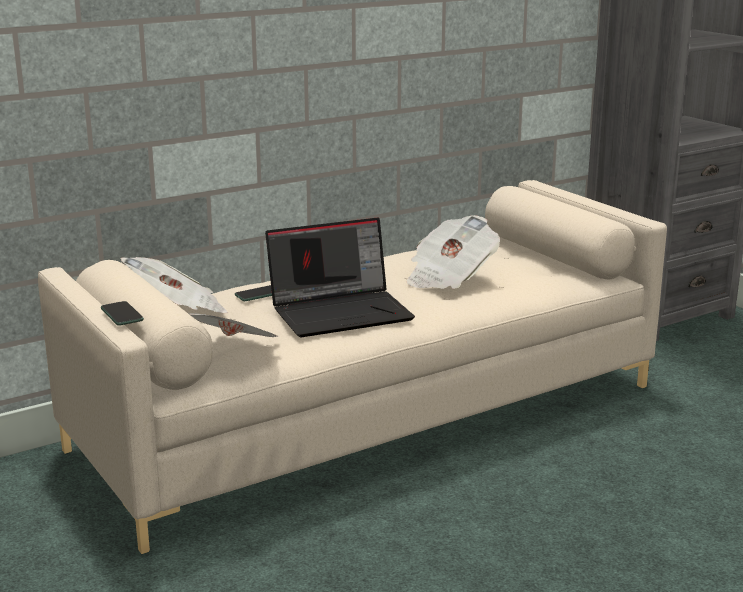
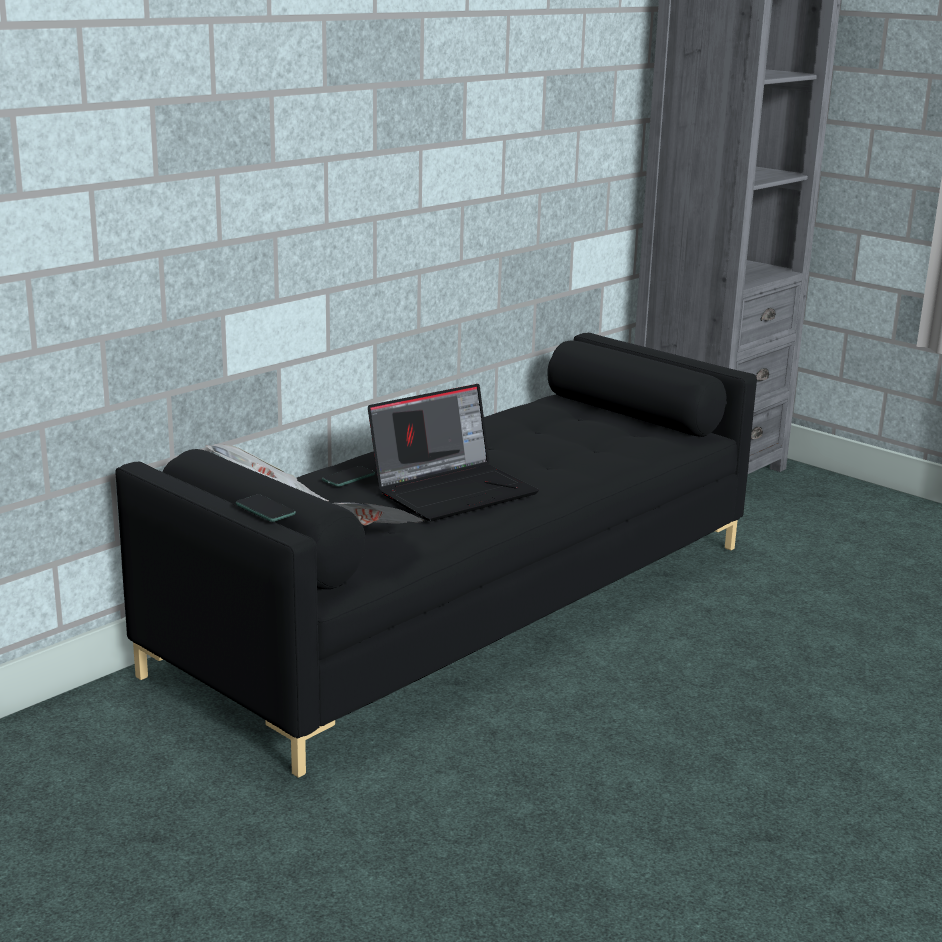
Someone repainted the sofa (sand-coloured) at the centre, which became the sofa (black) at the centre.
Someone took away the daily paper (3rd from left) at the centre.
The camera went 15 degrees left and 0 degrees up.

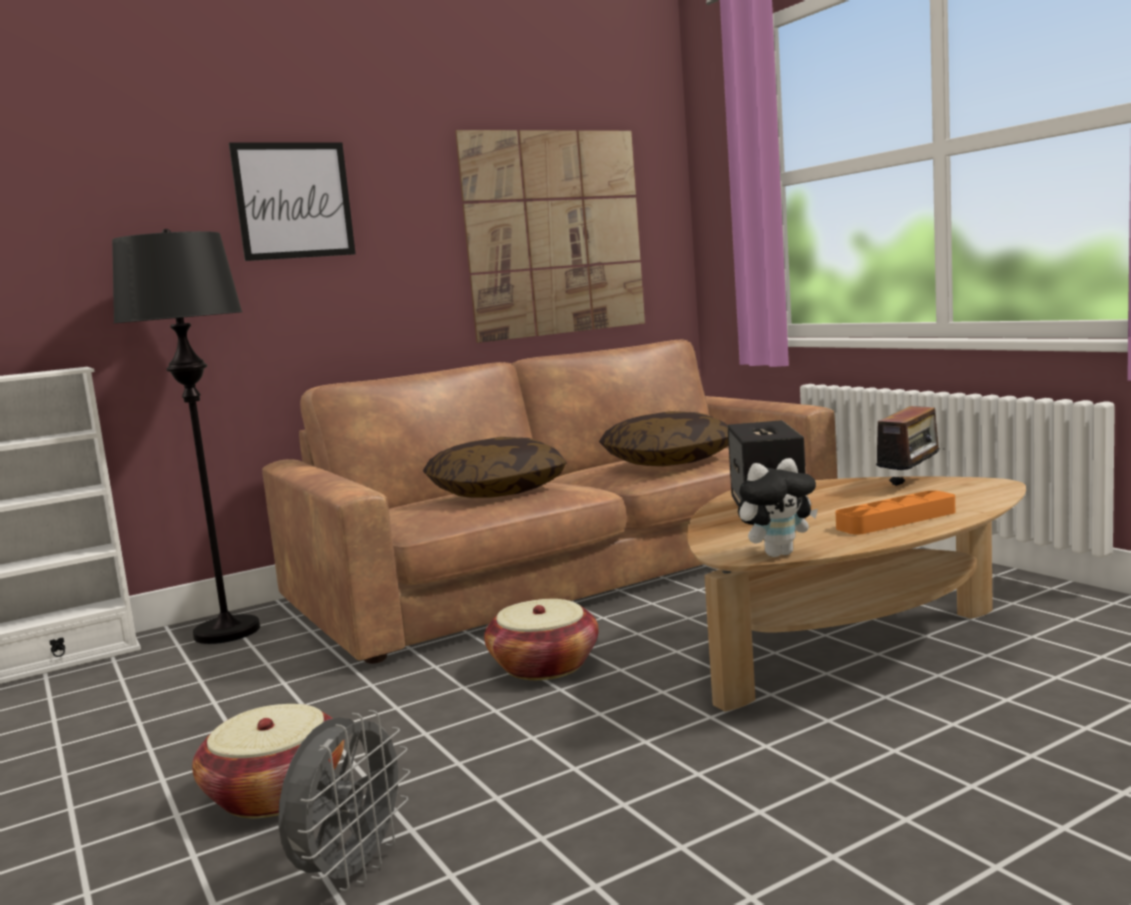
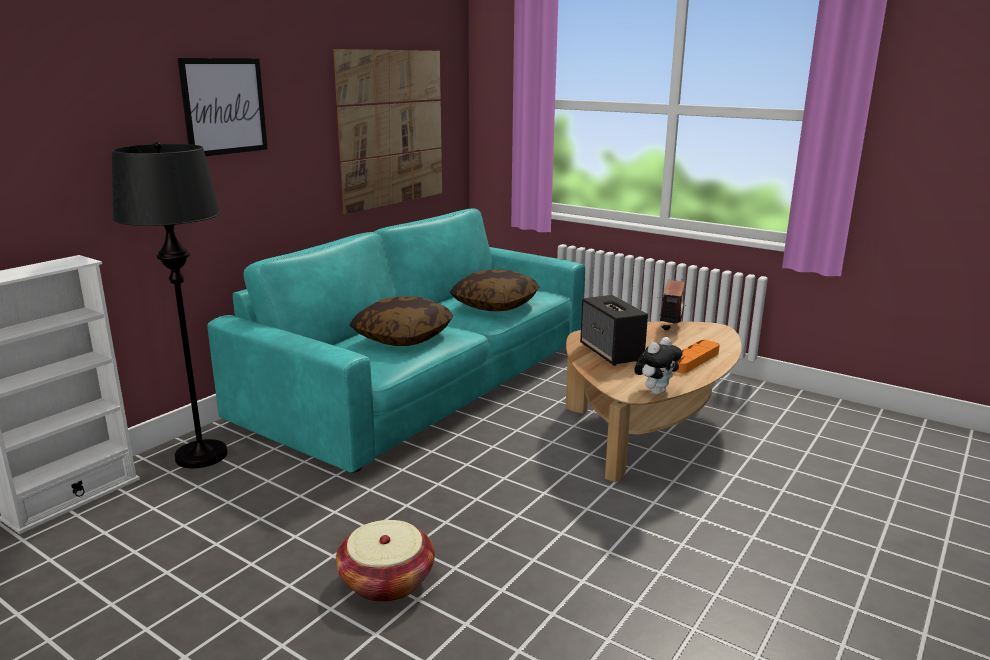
Someone repainted the sofa (brown) at the centre, which became the sofa (turquoise) at the centre.
Someone took away the basket (2nd from left) at the bottom centre.
Someone took away the fan (gray) at the bottom left.
The camera went 25 degrees left and 10 degrees up.

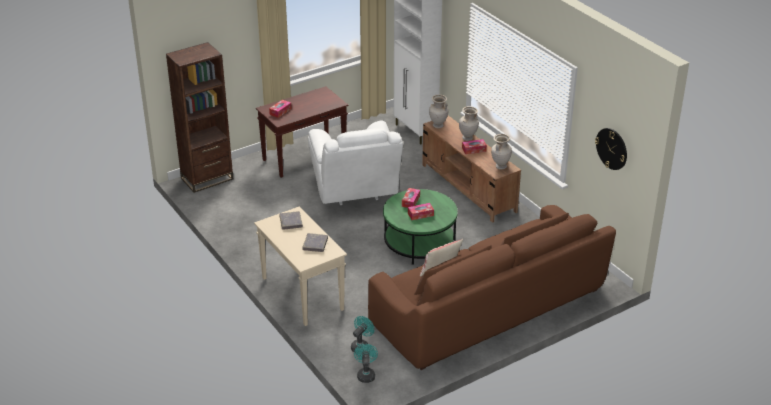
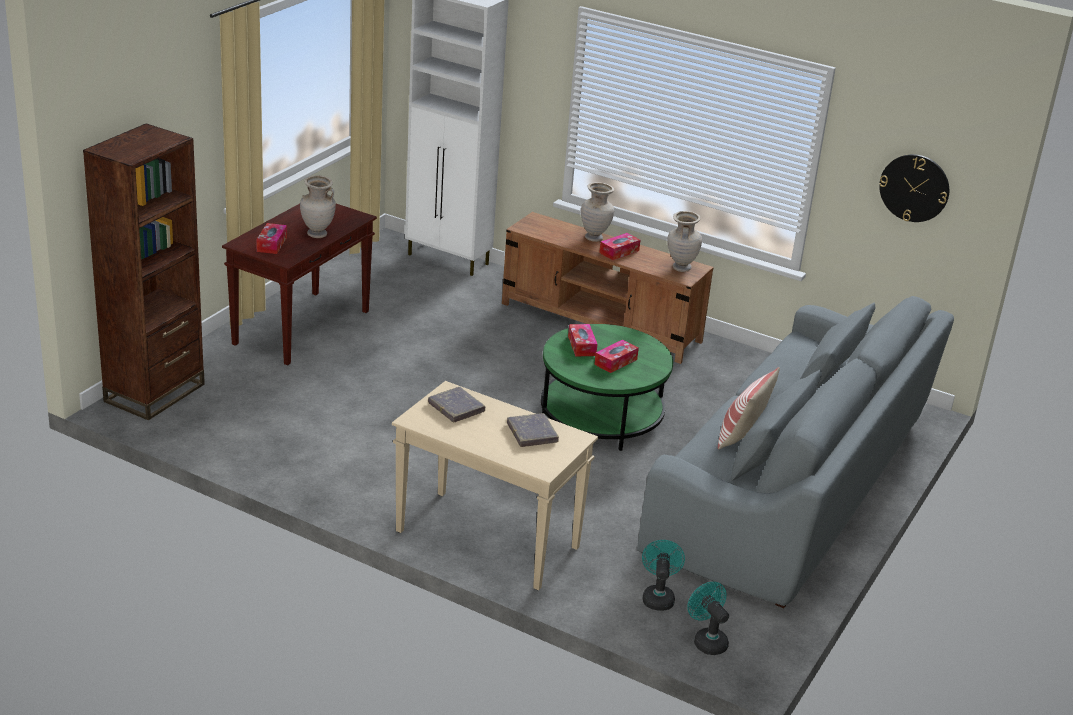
Someone carried the vase (sand-coloured) (1st from left) from the top centre to the top left.
Someone took away the armchair (whitish) at the centre.
Someone repainted the sofa (brown) at the bottom centre, which became the sofa (gray) at the middle right.
The camera went 30 degrees left and 5 degrees down.

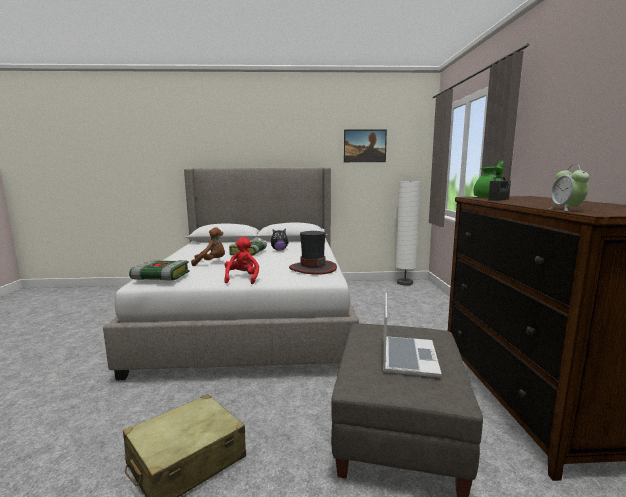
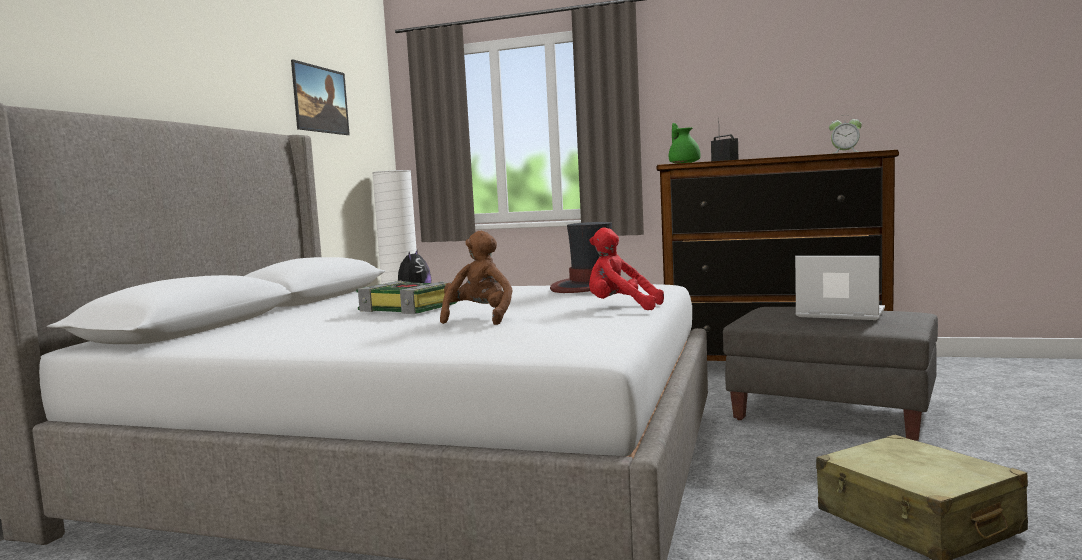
Someone took away the bound book (1st from left) at the middle left.
The camera went 70 degrees left and 5 degrees down.

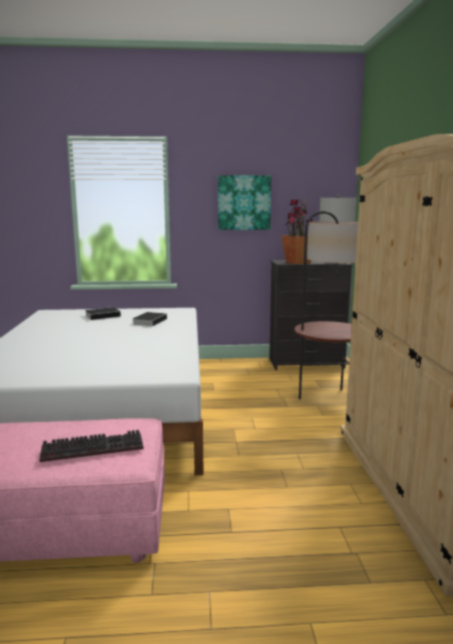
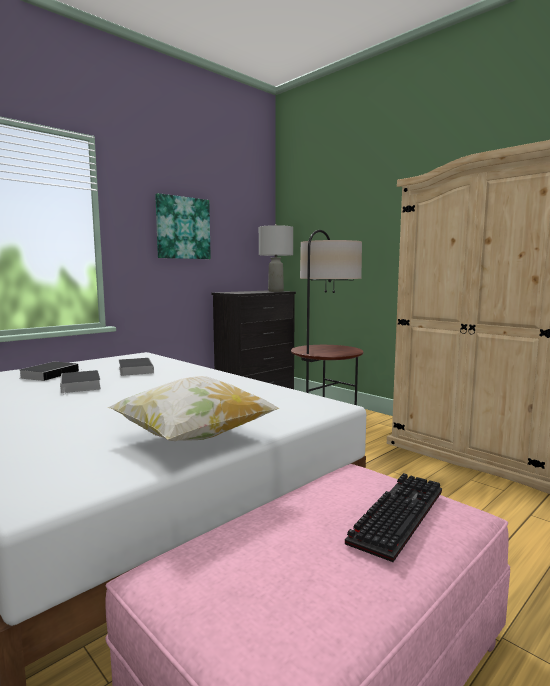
Someone took away the houseplant at the centre.
Someone put down the bound book (2nd from left) at the middle left.
Someone put down the pillow at the centre.
The camera went 40 degrees left and 5 degrees down.

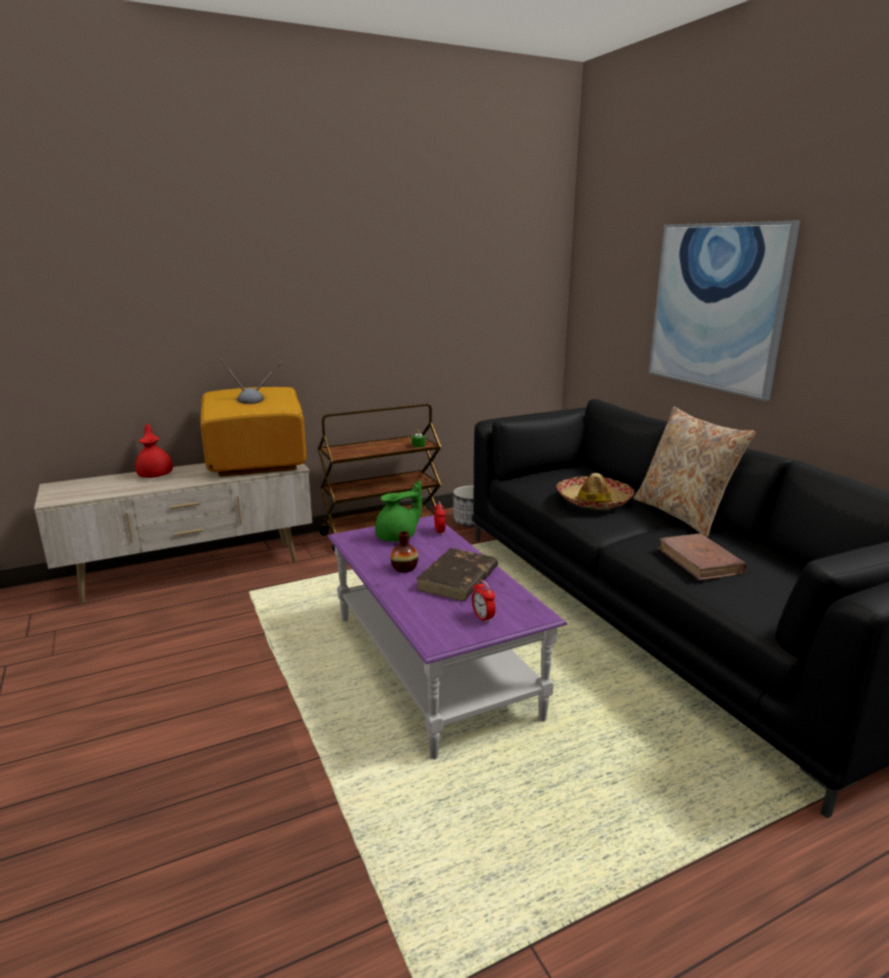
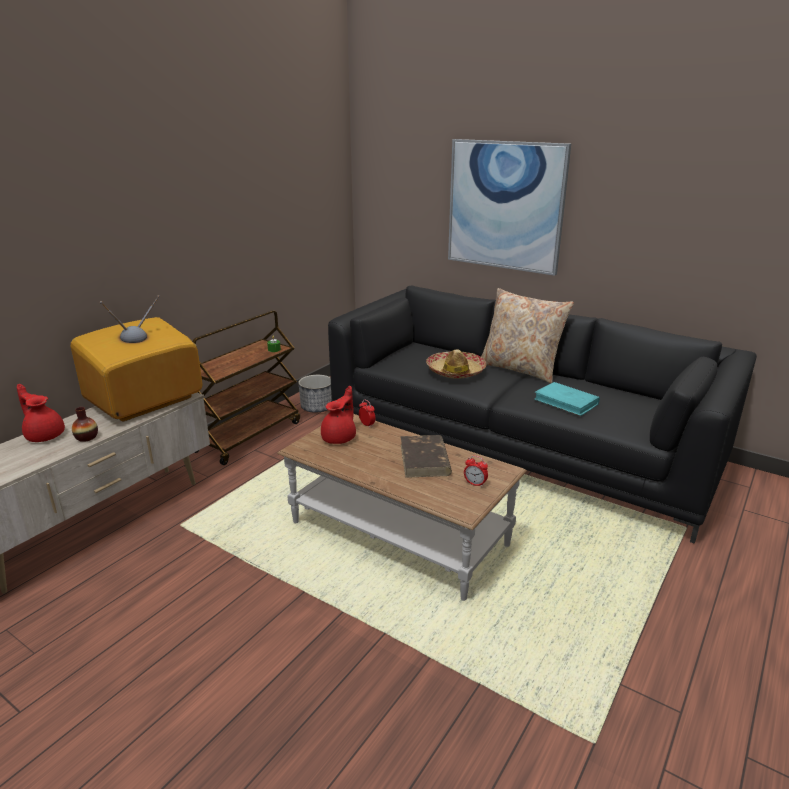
Someone repainted the pot for tea (greenish) at the centre, which became the pot for tea (red) (2nd from left) at the centre.
Someone repainted the low table (purplish) at the centre, which became the low table (brown) at the centre.
Someone carried the vase from the centre to the middle left.
Someone repainted the bound book (brown) (2nd from left) at the middle right, which became the bound book (turquoise) at the middle right.
The camera went 30 degrees left and 5 degrees up.

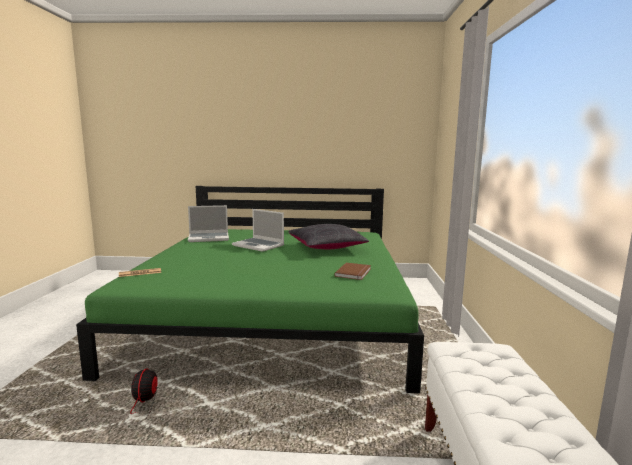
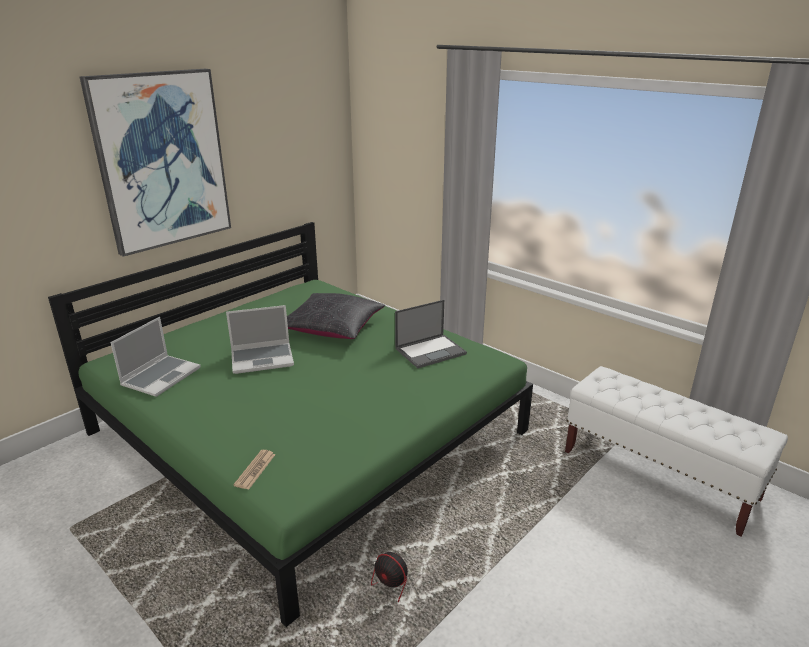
Someone swapped the bound book (brown) at the centre for the portable computer (3rd from left) at the centre.
Someone put up the wall picture at the top left.
The camera went 50 degrees left and 15 degrees up.

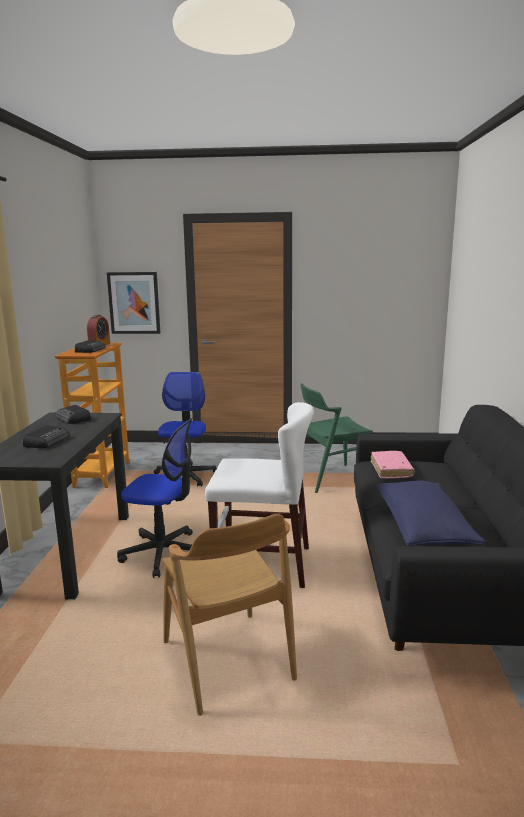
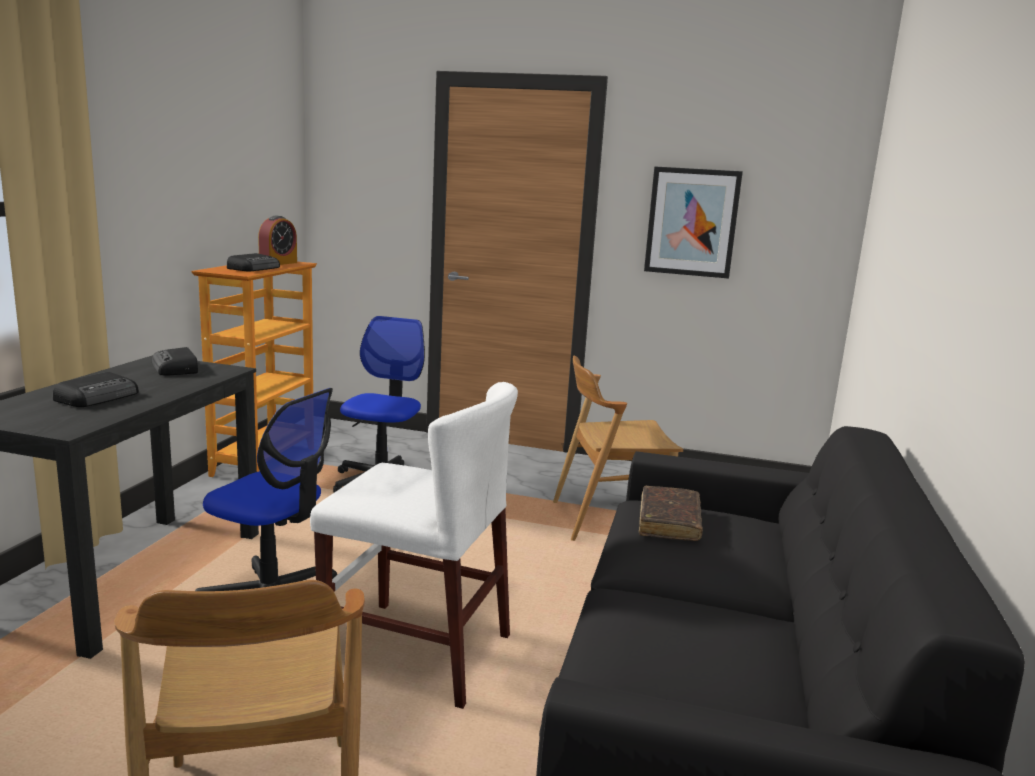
Someone carried the wall picture from the middle left to the top right.
Someone repainted the upright chair (greenish) at the centre, which became the upright chair (brown) (2nd from left) at the centre.
Someone repainted the bound book (pink-coloured) at the middle right, which became the bound book (brown) at the centre.
Someone took away the pillow (bluish) at the middle right.
The camera went 10 degrees right and 0 degrees up.

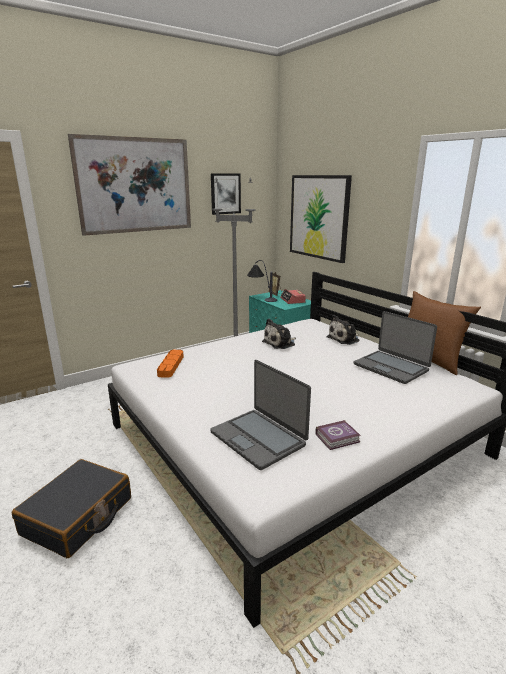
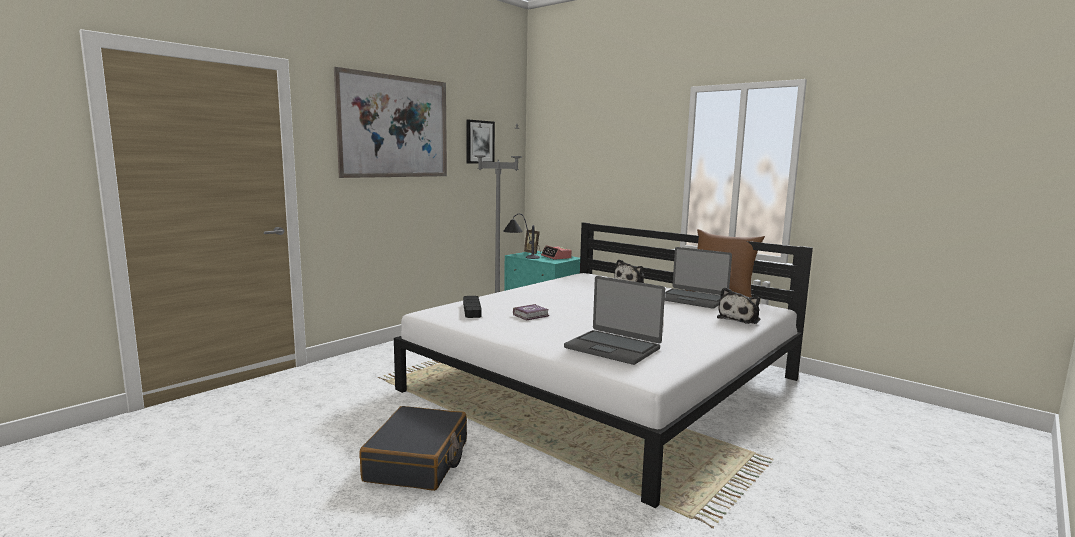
Someone took away the wall picture (3rd from left) at the top centre.
Someone carried the plush toy (1st from left in the first image) from the centre to the middle right.
Someone repainted the tray (orange-coloured) at the centre, which became the tray (black) at the centre.
Someone carried the bound book from the middle right to the centre.
The camera went 15 degrees left and 10 degrees down.

